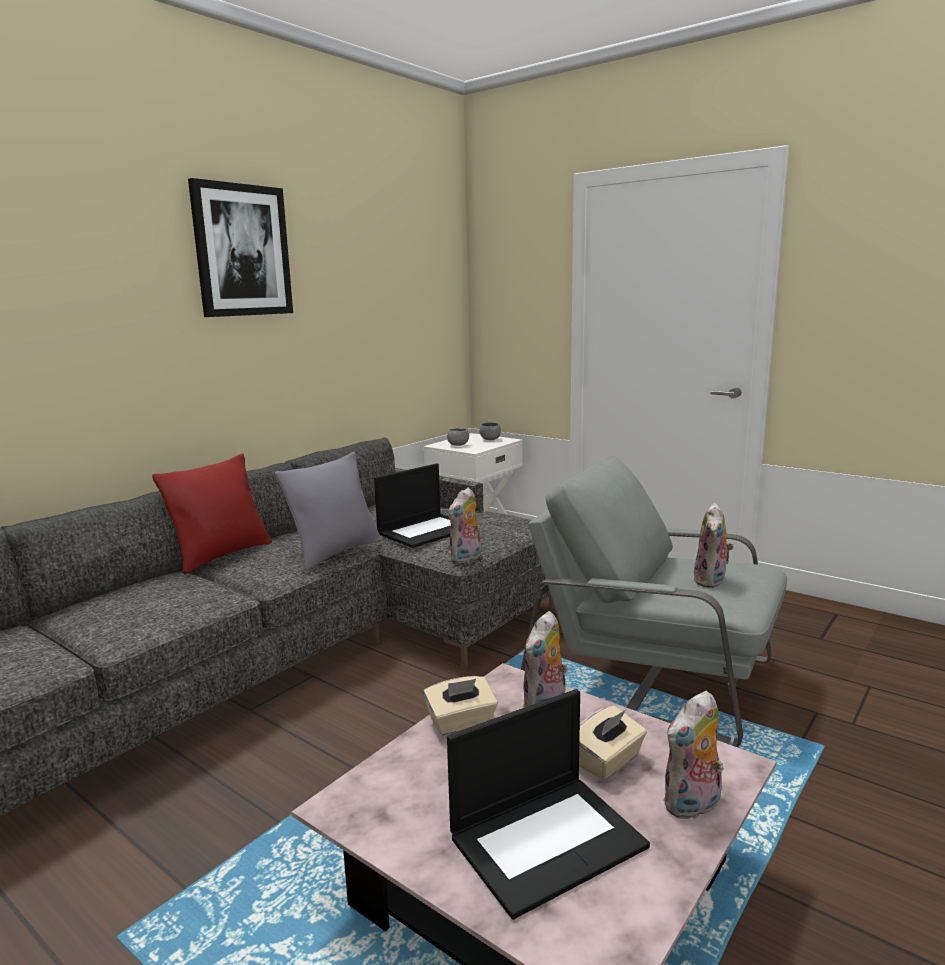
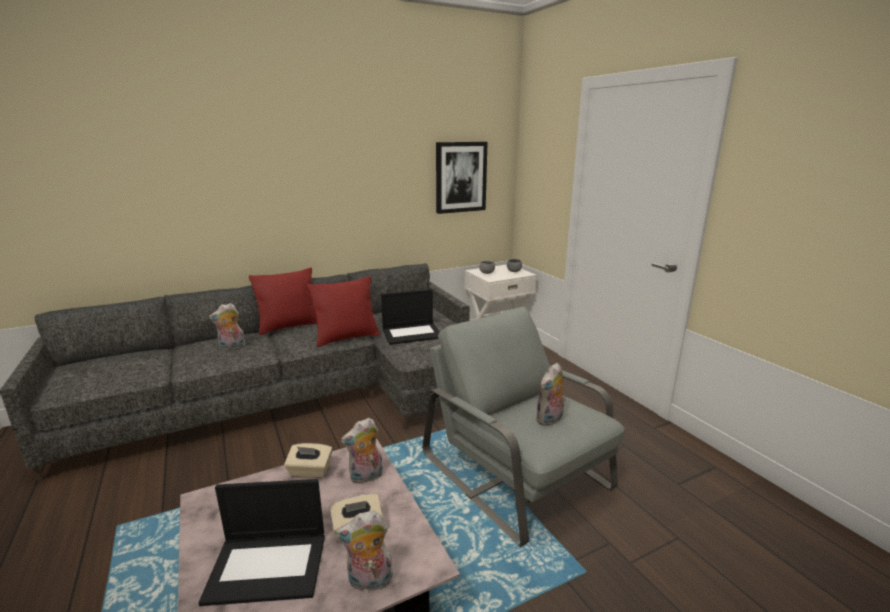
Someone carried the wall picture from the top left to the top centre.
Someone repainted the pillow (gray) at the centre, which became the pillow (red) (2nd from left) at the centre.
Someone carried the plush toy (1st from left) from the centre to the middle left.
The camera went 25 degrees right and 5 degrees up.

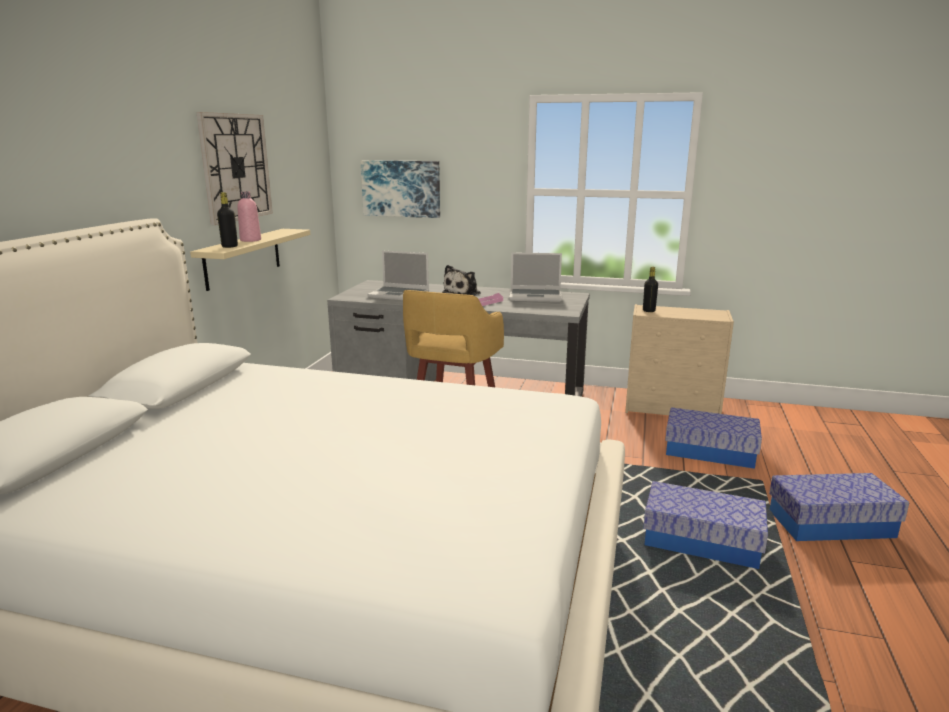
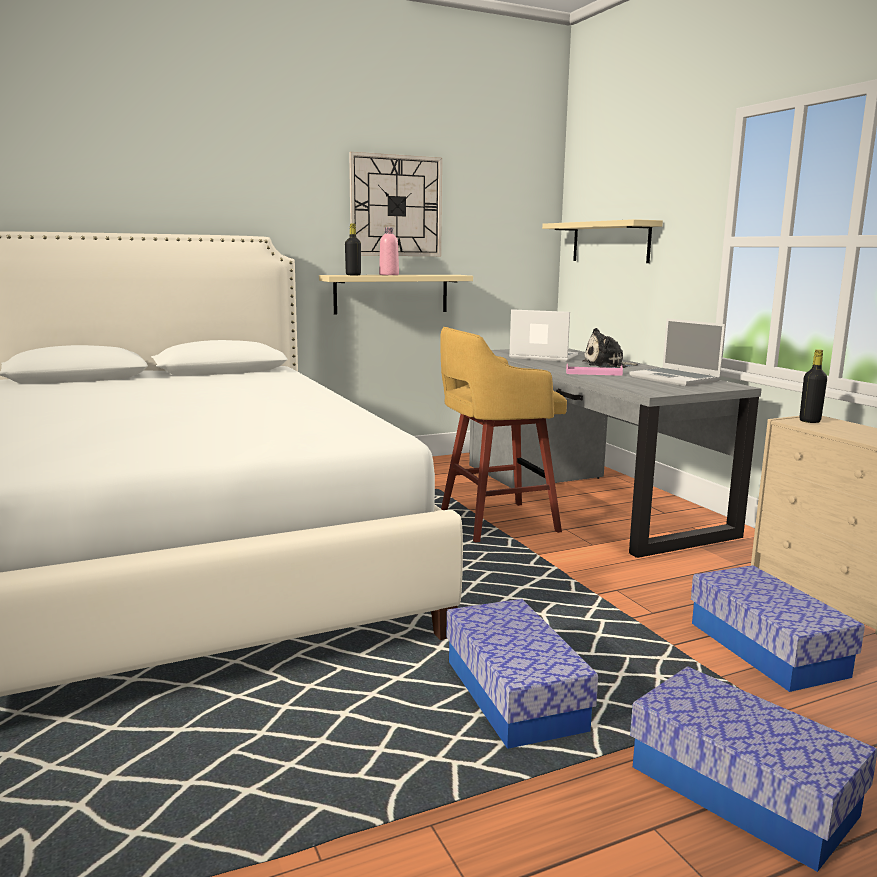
Someone swapped the wall picture at the top centre for the wall shelf (sand-coloured) (2nd from left) at the top right.
Someone rotated the portable computer (1st from left) at the centre by 135 degrees clockwise.
The camera went 50 degrees right and 5 degrees down.

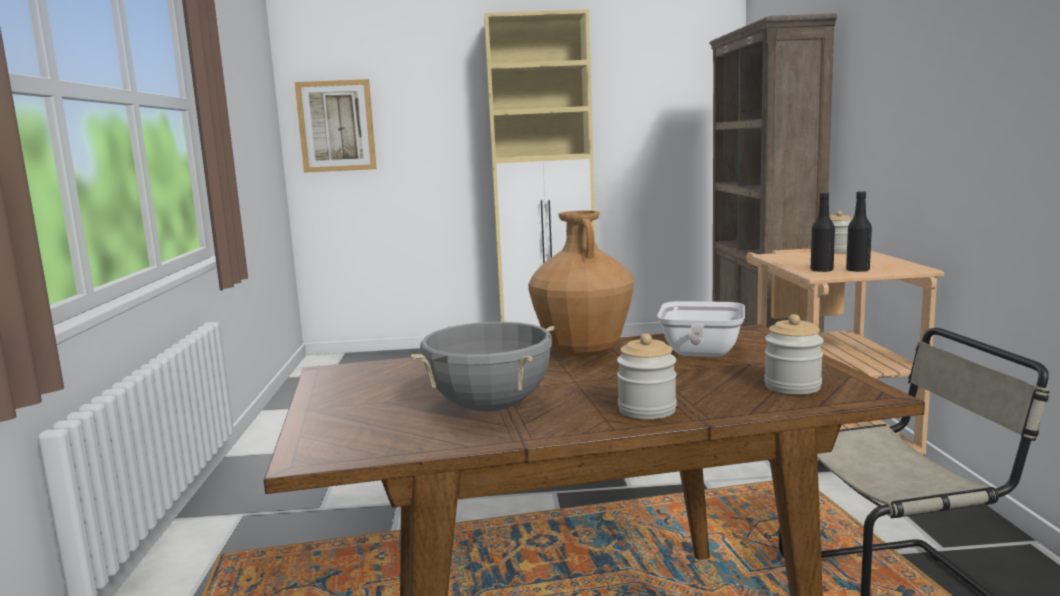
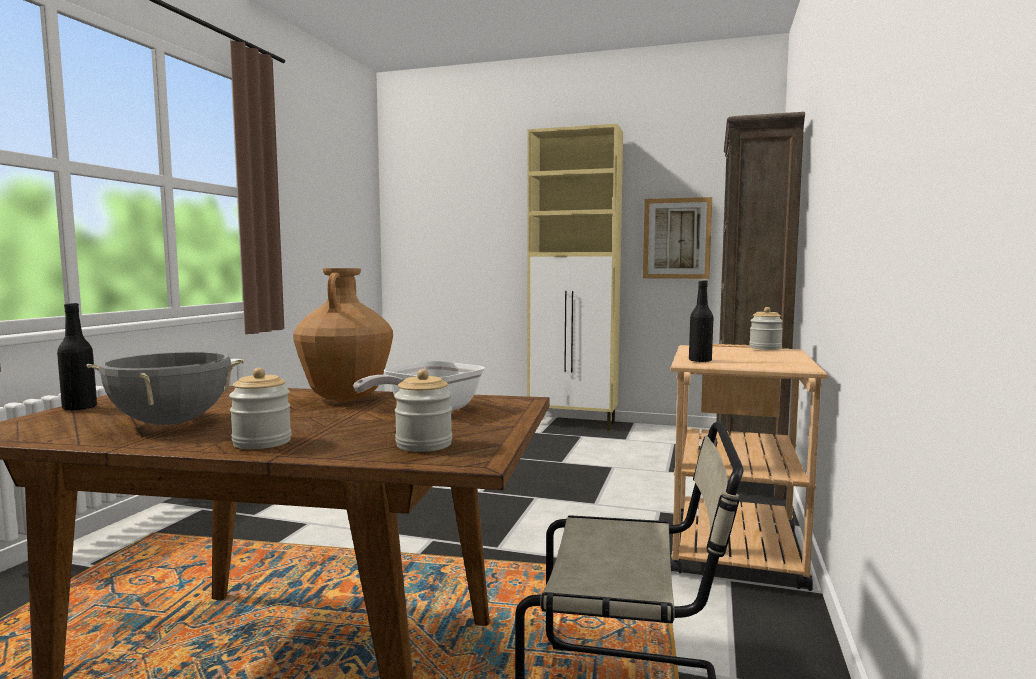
Someone carried the wall picture from the top left to the centre.
Someone carried the drink bottle (black) (2nd from left in the first image) from the middle right to the middle left.
The camera went 20 degrees right and 5 degrees down.

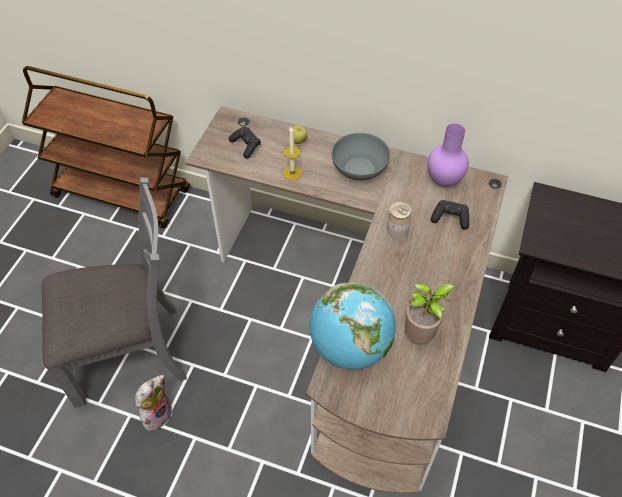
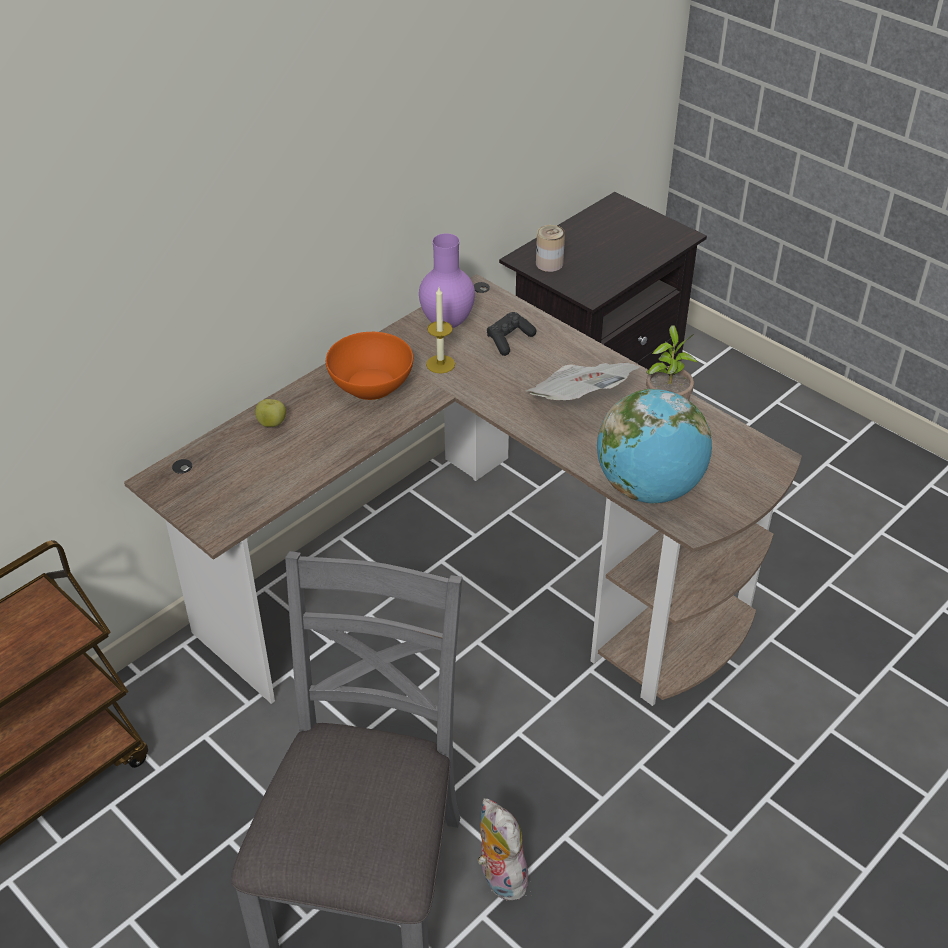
Someone took away the game controller (black) (1st from left) at the top centre.
Someone carried the candle from the top centre to the centre.
Someone repainted the deep dish (gray) at the top centre, which became the deep dish (orange-coloured) at the centre.
Someone carried the metal can from the centre to the top centre.
Someone put down the daily paper at the centre.
The camera went 65 degrees left and 10 degrees down.

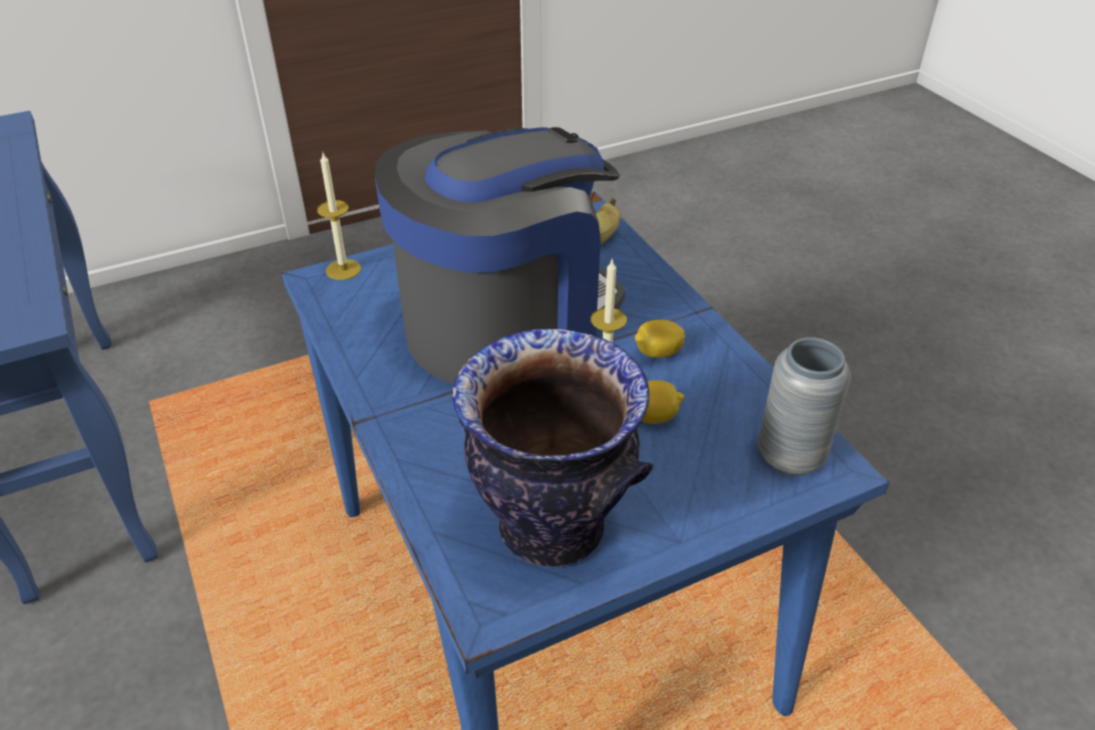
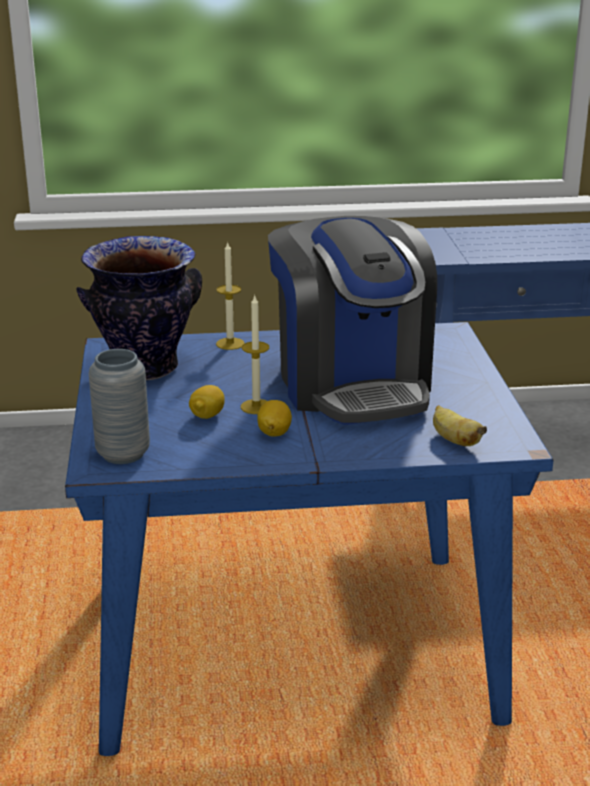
Someone carried the candle (1st from left) from the top left to the centre.
The camera went 110 degrees right and 15 degrees down.

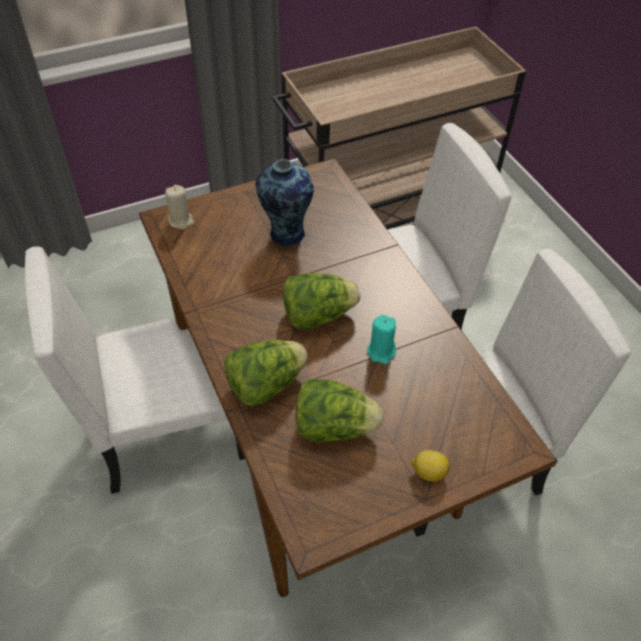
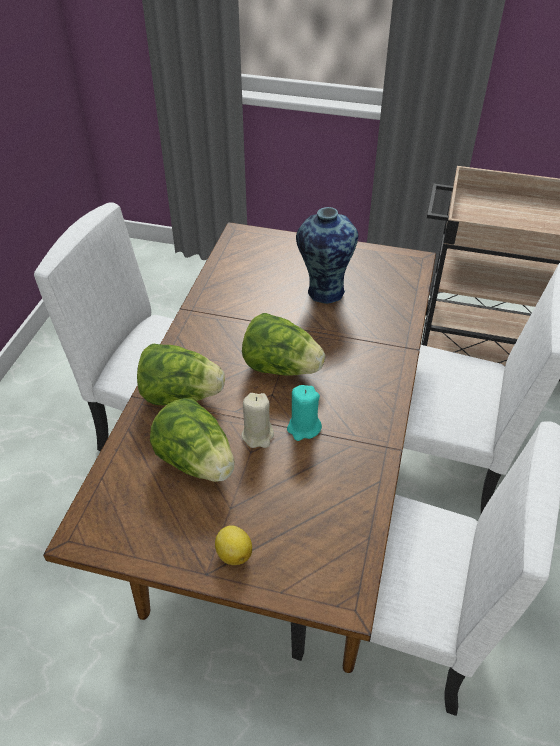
Someone carried the candle (sand-coloured) from the top left to the centre.
The camera went 40 degrees right and 5 degrees down.

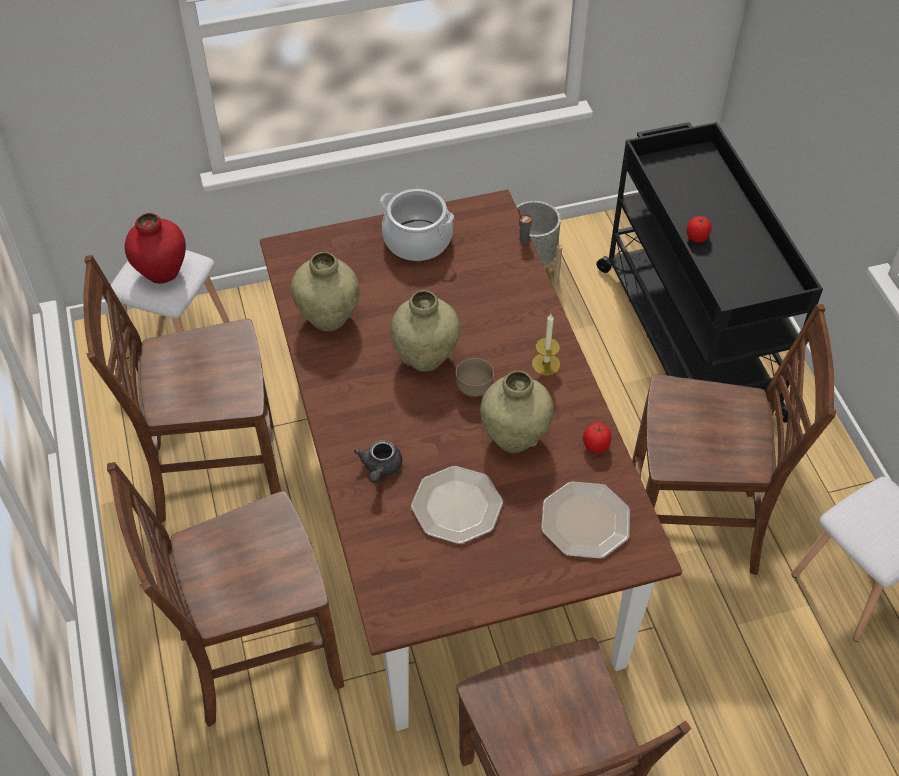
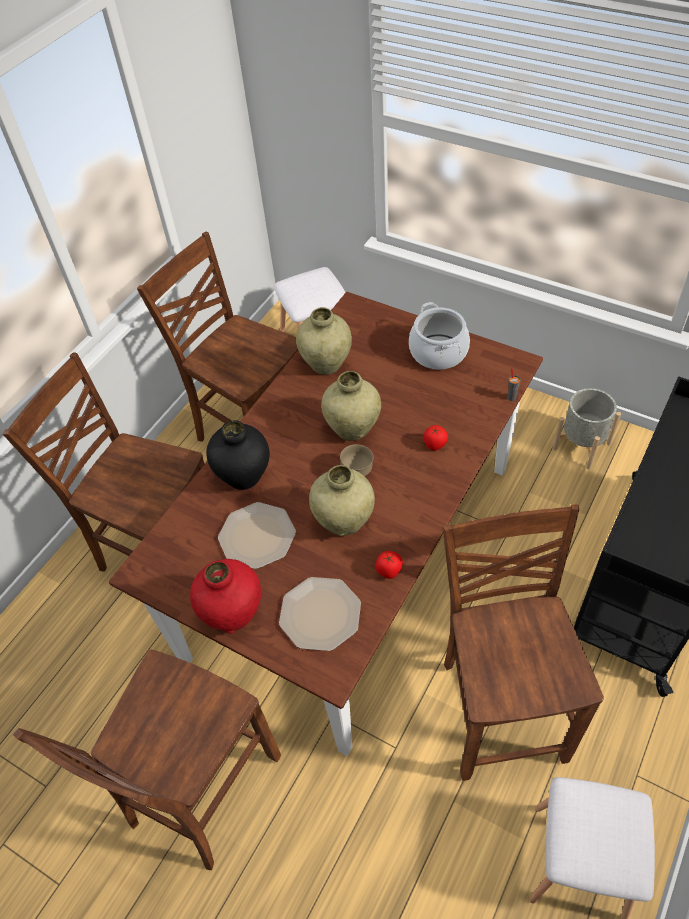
Someone carried the vase (red) from the top left to the middle left.
Someone carried the whole tomato (2nd from left) from the top right to the centre.
Someone rotated the upright chair (brown) (4th from left) at the middle right by 150 degrees counterclockwise.
Someone took away the candle at the centre.
Someone swapped the pot for tea (gray) at the centre for the vase (black) at the centre.
The camera went 50 degrees right and 0 degrees up.

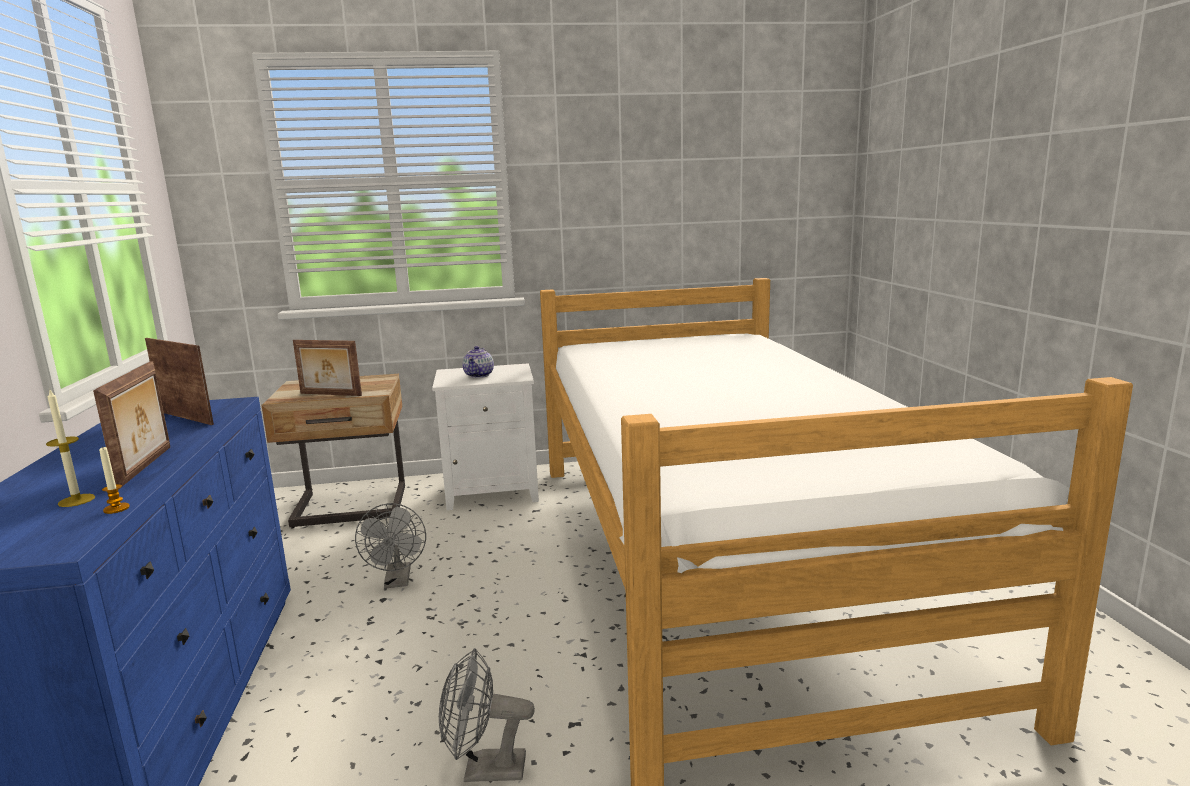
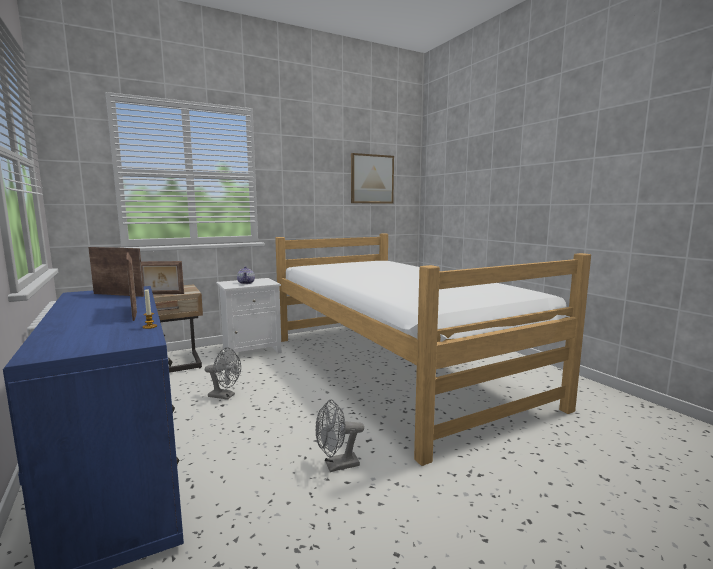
Someone took away the candle (1st from left) at the middle left.
Someone rotated the fan (gray) (1st from left) at the bottom left by 45 degrees counterclockwise.
Someone put up the wall picture at the top centre.
The camera went 20 degrees left and 5 degrees down.

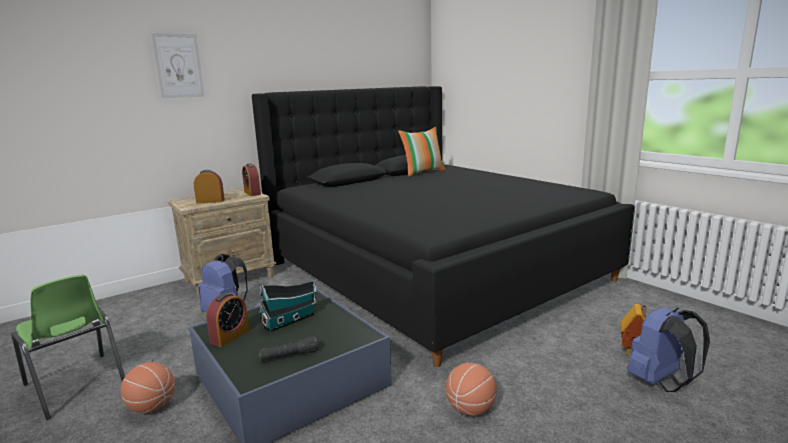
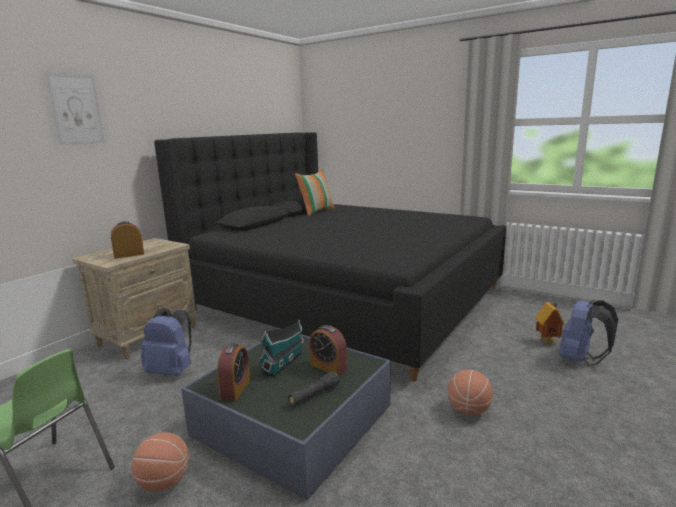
Someone carried the bedside clock (3rd from left) from the middle left to the bottom centre.
The camera went 20 degrees left and 0 degrees up.

